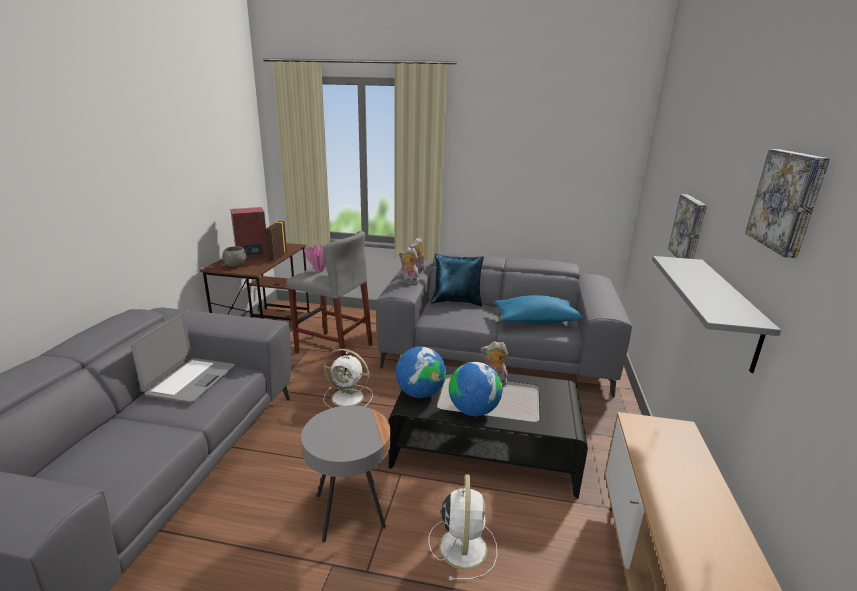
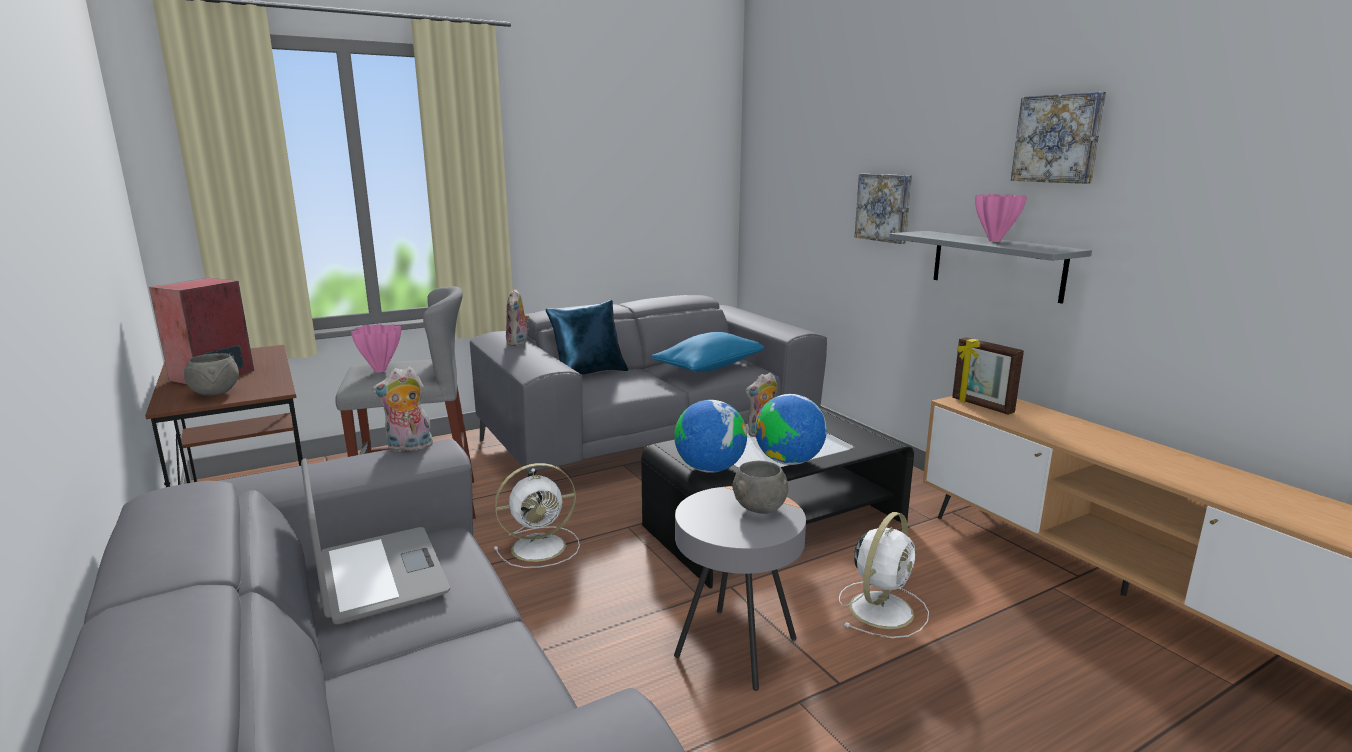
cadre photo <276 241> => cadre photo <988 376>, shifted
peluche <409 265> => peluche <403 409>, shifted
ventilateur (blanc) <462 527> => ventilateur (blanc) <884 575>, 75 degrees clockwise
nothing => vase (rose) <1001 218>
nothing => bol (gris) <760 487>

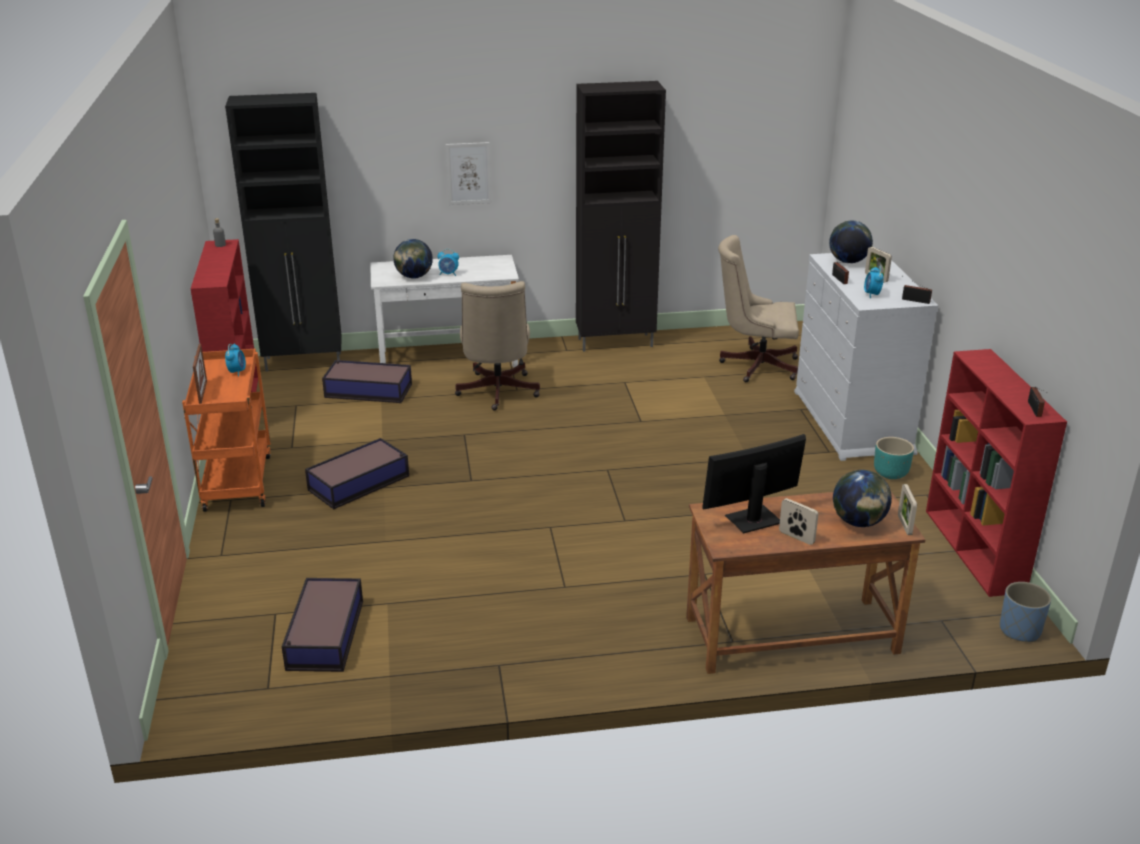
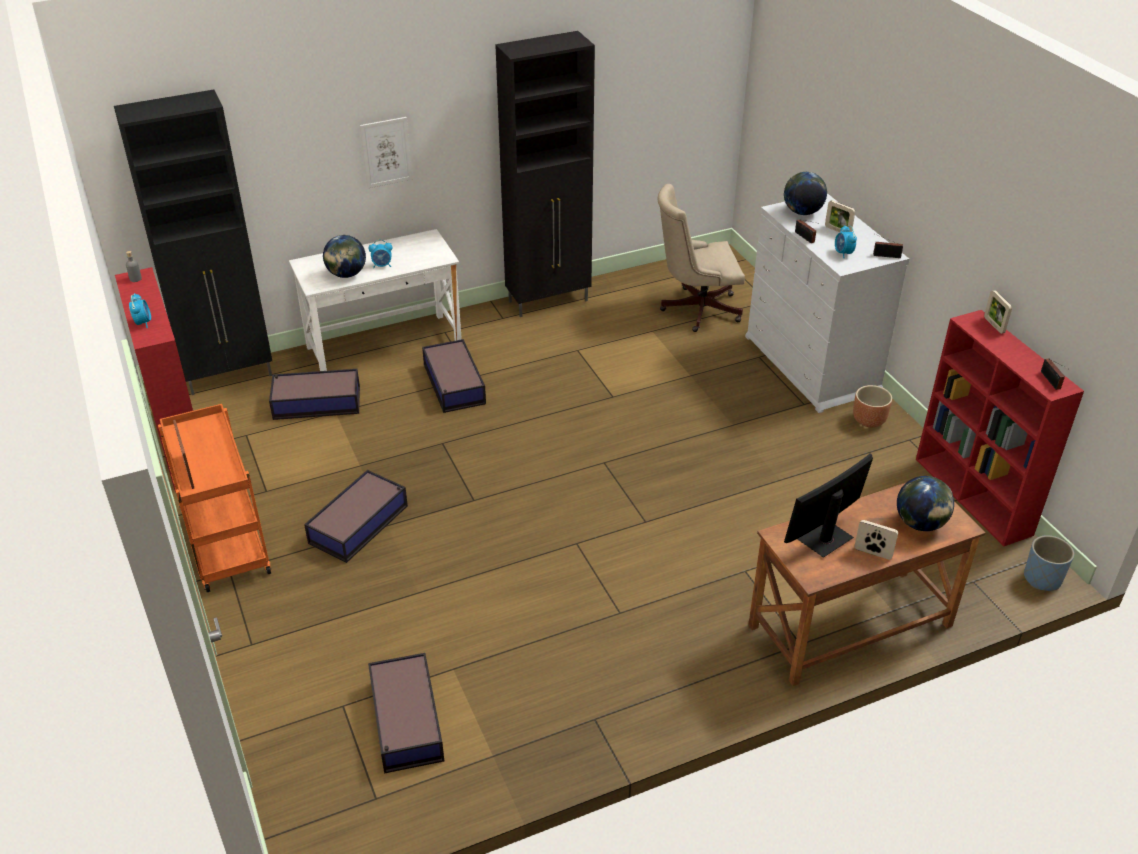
chaise de bureau (beige) <497 346> => boîte de rangement <454 376>
réveil <235 360> => réveil <140 310>, shifted
cache-pot (turquoise) <894 458> => cache-pot (marron) <872 406>
cadre photo <907 509> => cadre photo <998 312>, shifted

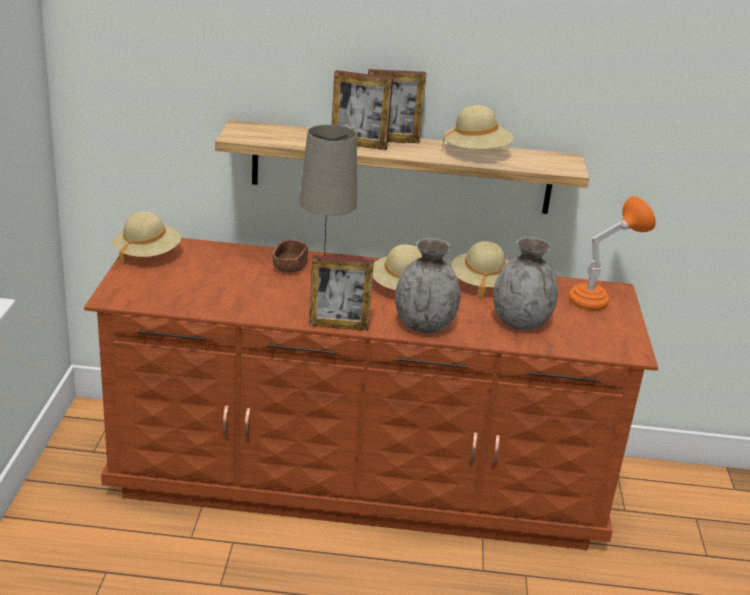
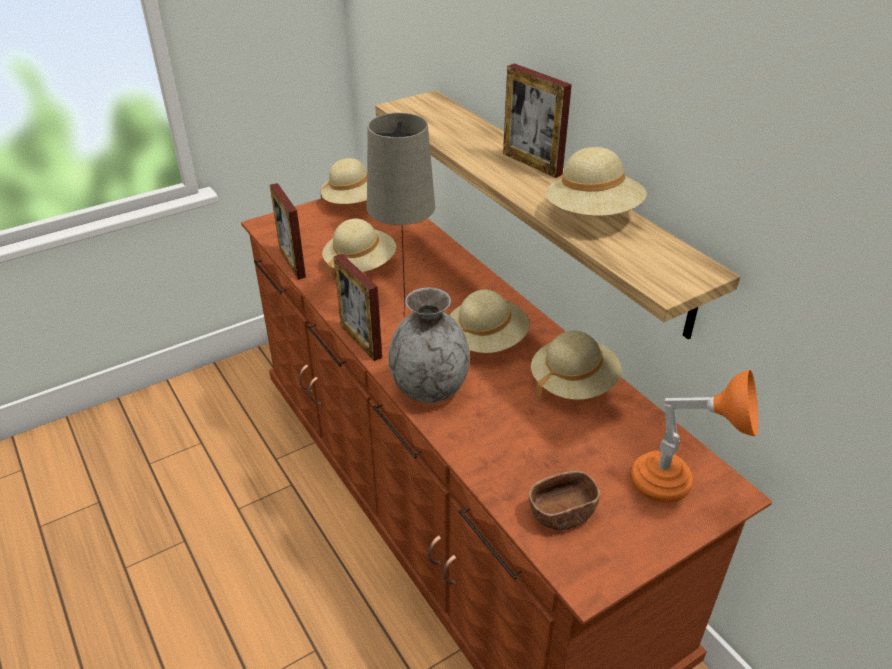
cadre photo <362 110> => cadre photo <288 231>, shifted
vase (gris) <525 283> => nothing
bol (marron) <290 256> => bol (marron) <564 500>, shifted
nothing => chapeau (beige) <359 249>

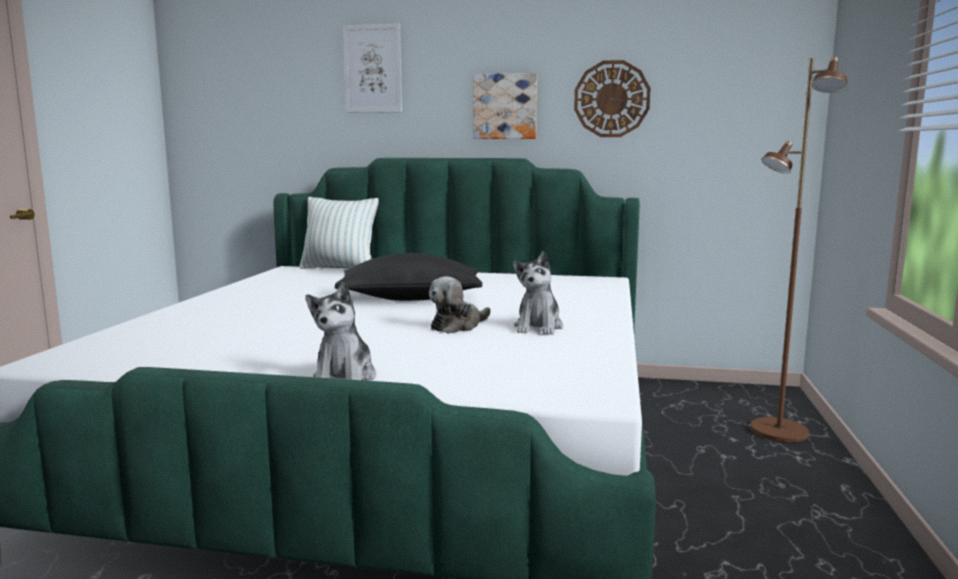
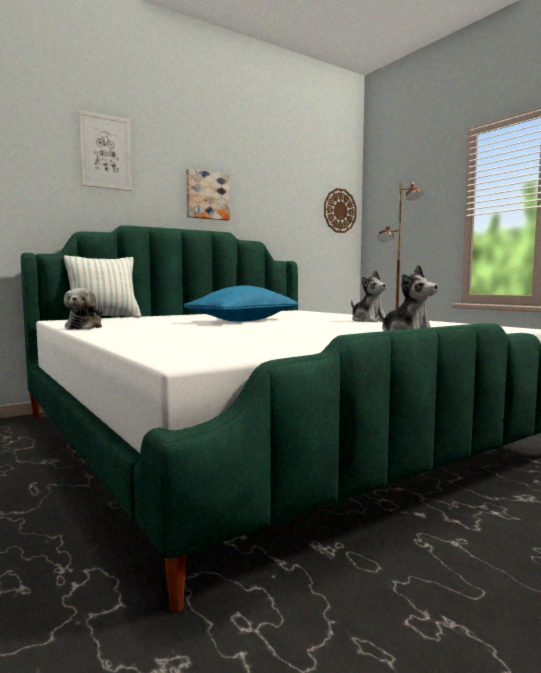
horloge murale <612 98> => horloge murale <340 210>, shifted
coussin (noir) <409 277> => coussin (bleu) <240 303>
peluche <460 305> => peluche <83 308>, shifted

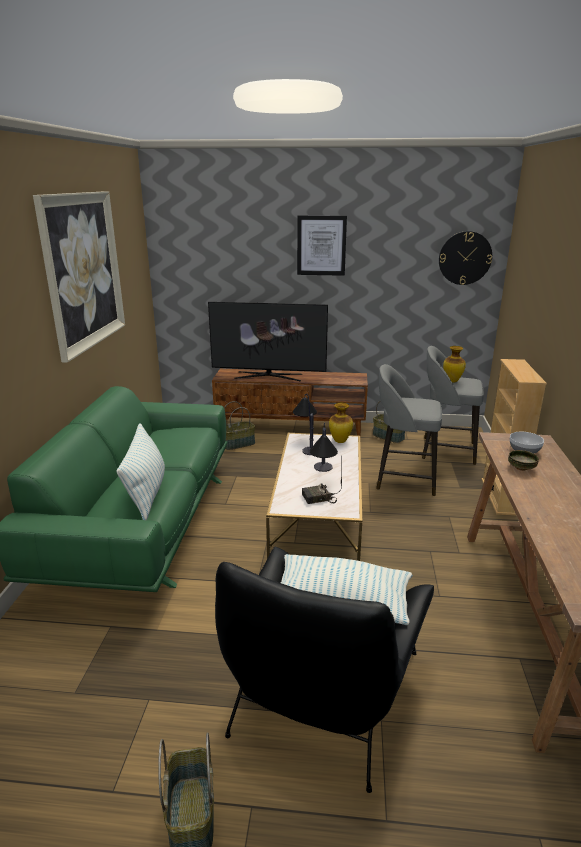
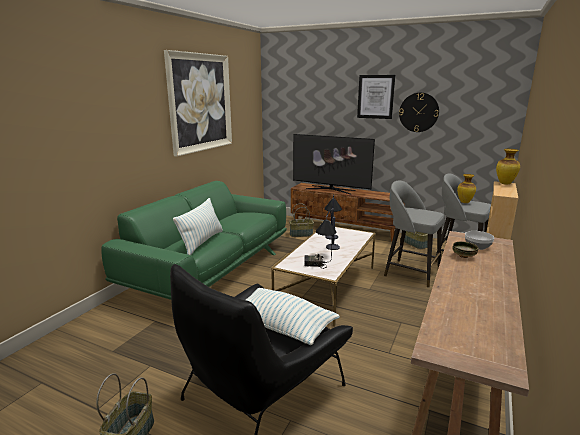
horloge murale <465 258> => horloge murale <419 112>, shifted
vase <341 423> => vase <508 167>, shifted

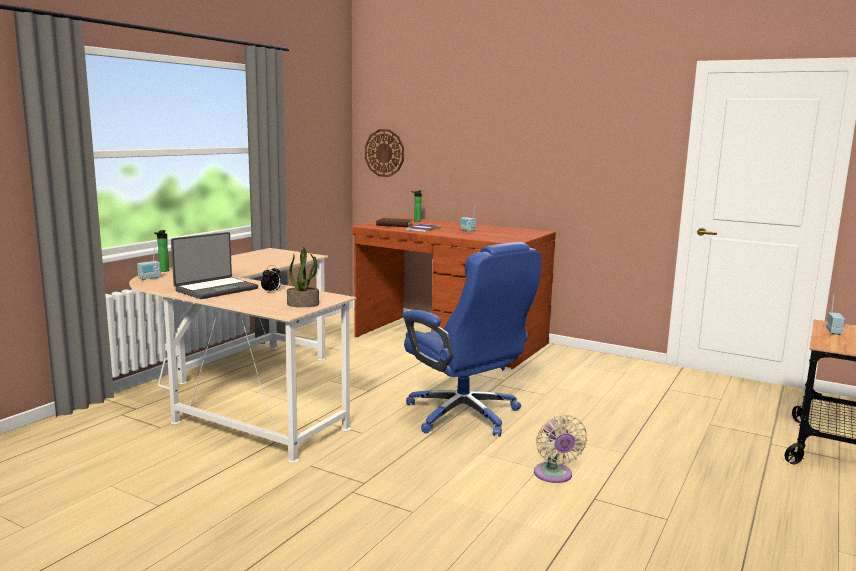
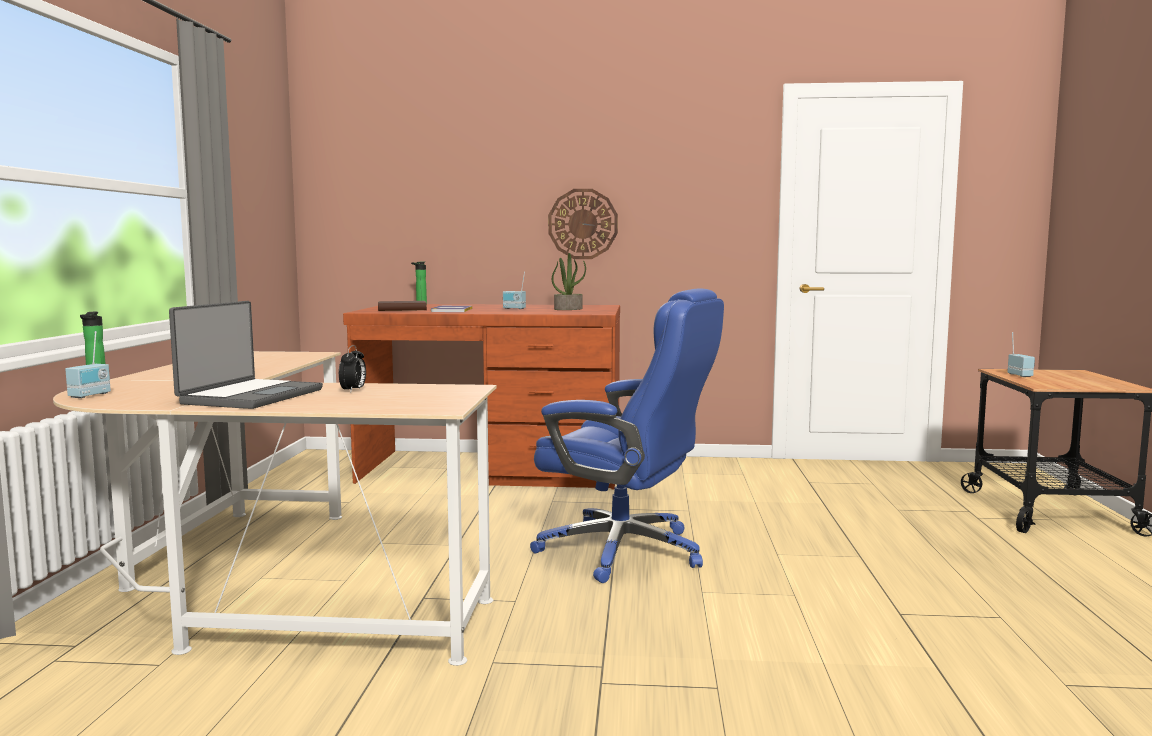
horloge murale <384 153> => horloge murale <583 224>, shifted
plante en pot <303 277> => plante en pot <569 281>, shifted
ventilateur (beige) <560 448> => nothing

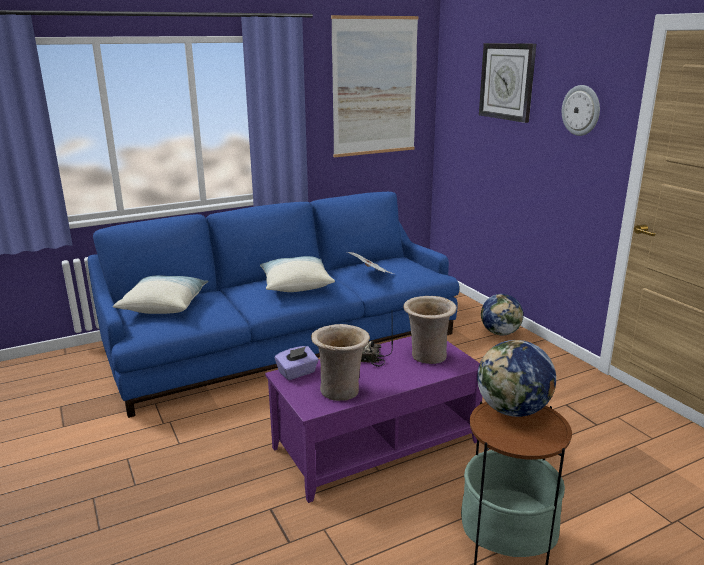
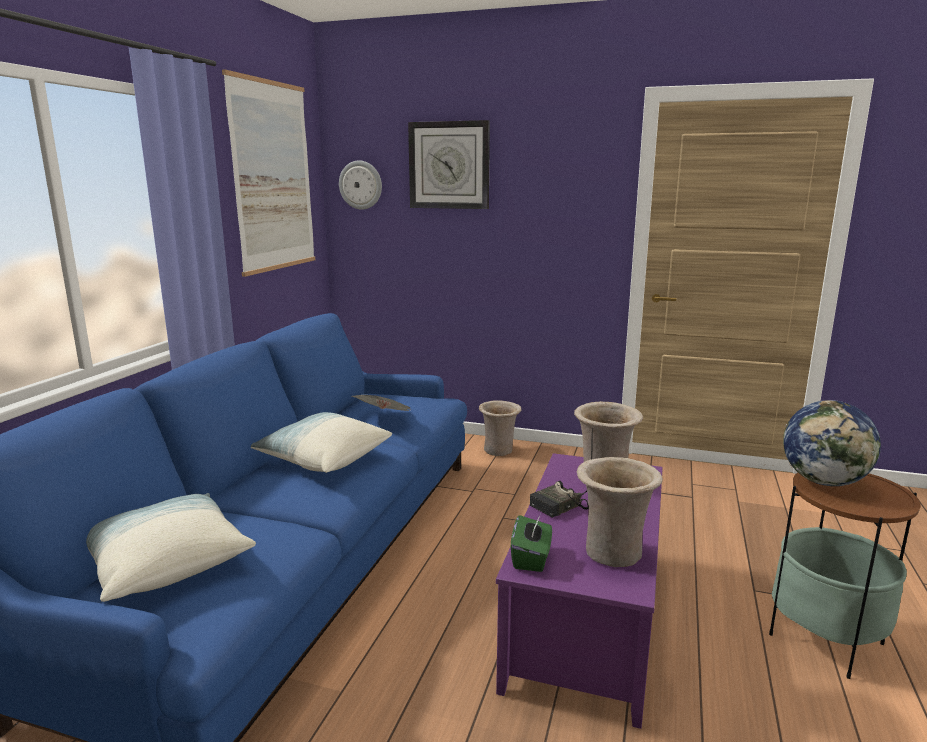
horloge murale <581 110> => horloge murale <360 185>, shifted
globe <502 314> => vase (beige) <500 428>
boîte à mouchoirs (violet) <296 363> => boîte à mouchoirs (vert) <531 543>

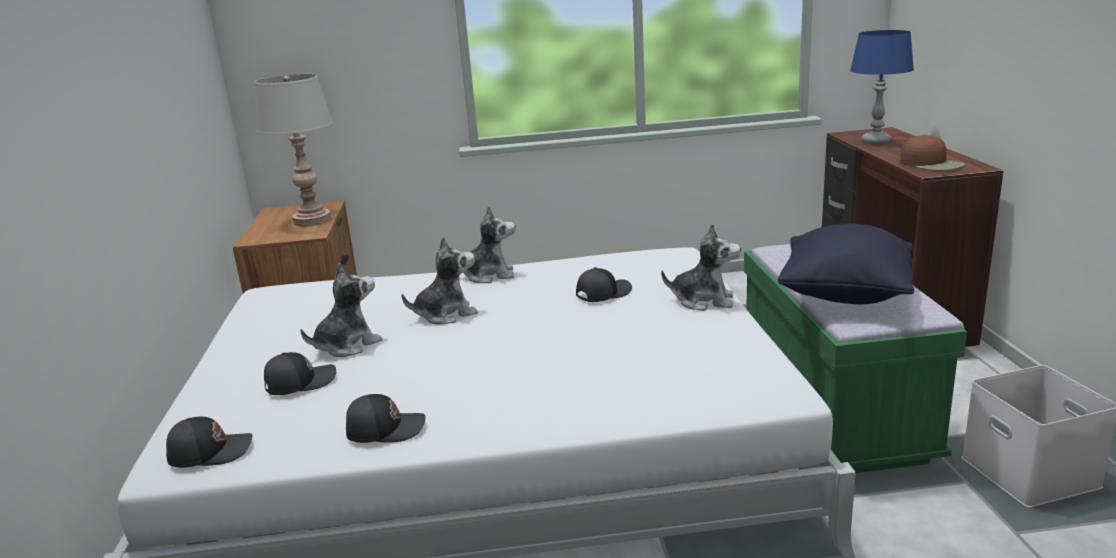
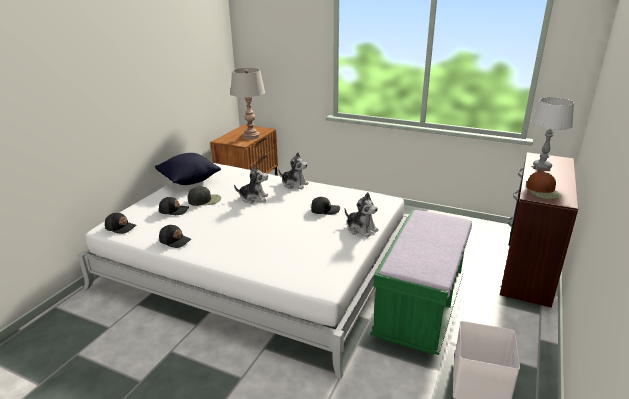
lampe de table (bleu) <882 87> => lampe de table (gris) <552 133>
coussin (noir) <846 264> => coussin (noir) <188 169>, shifted
peluche <341 310> => casquette (noir) <204 196>

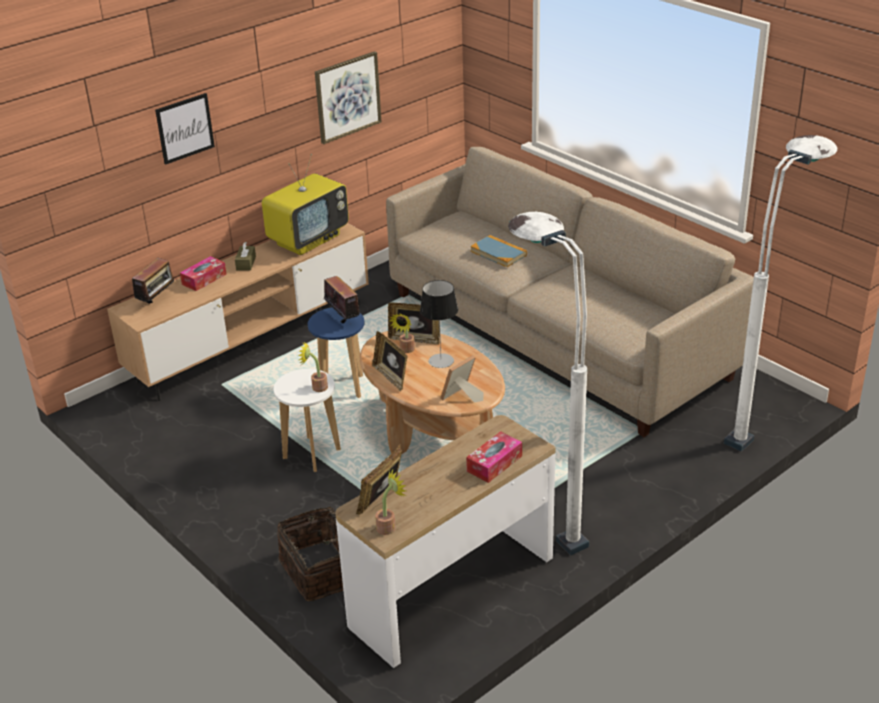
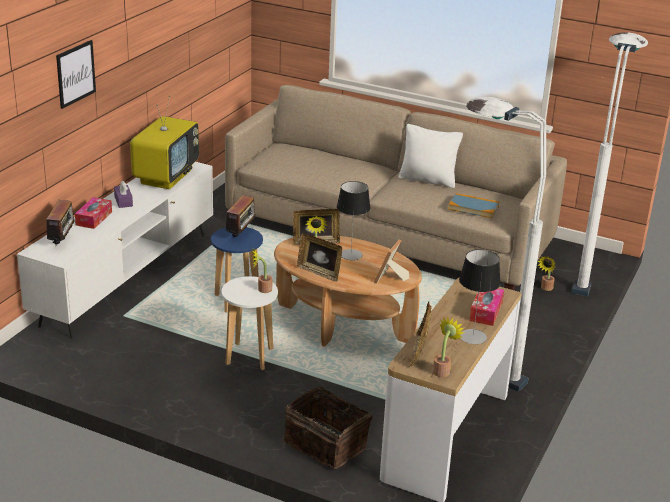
tableau <348 97> => nothing
meuble télé (marron) <238 312> => meuble télé (blanc) <115 250>
livre <498 251> => livre <473 205>, shifted
boîte à mouchoirs (marron) <245 256> => boîte à mouchoirs (violet) <123 194>
radio <341 299> => radio <241 216>, 75 degrees clockwise
nothing => coussin (blanc) <430 156>
nothing => lampe de table <480 296>
nothing => plante en pot <546 273>

